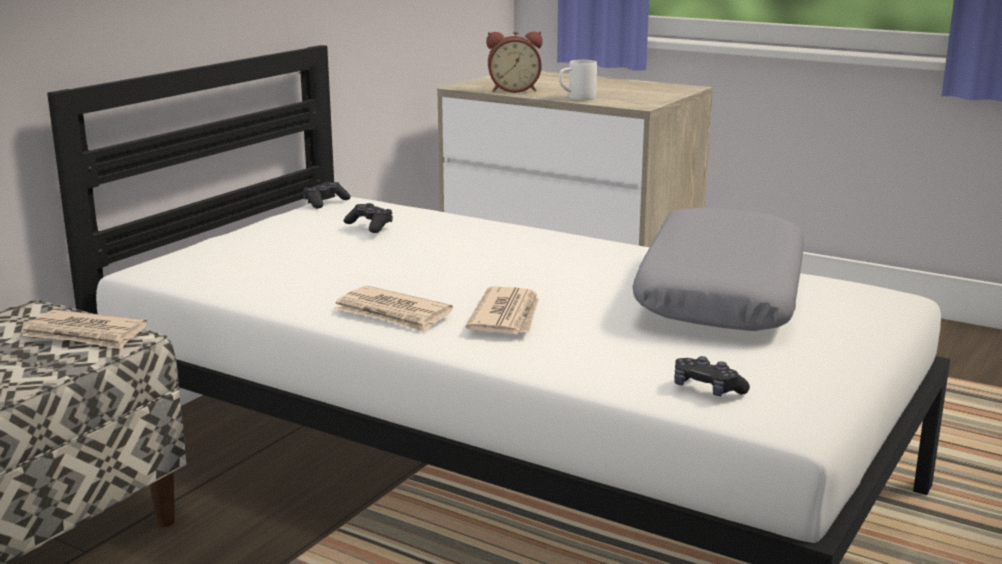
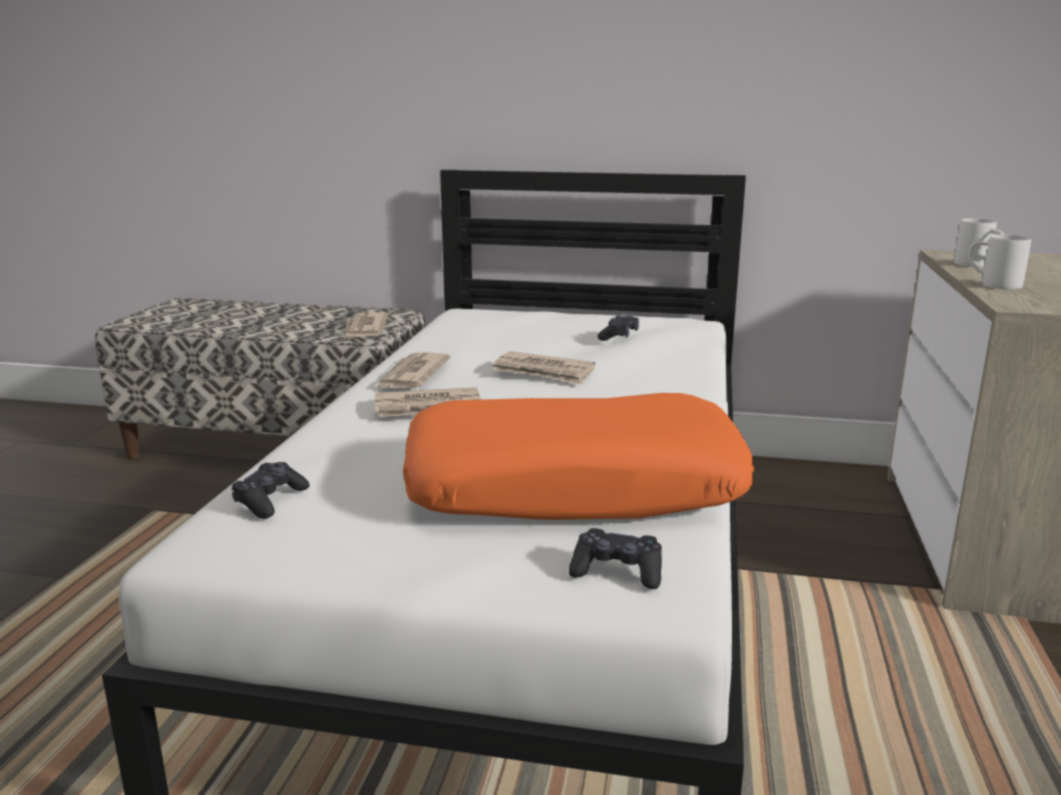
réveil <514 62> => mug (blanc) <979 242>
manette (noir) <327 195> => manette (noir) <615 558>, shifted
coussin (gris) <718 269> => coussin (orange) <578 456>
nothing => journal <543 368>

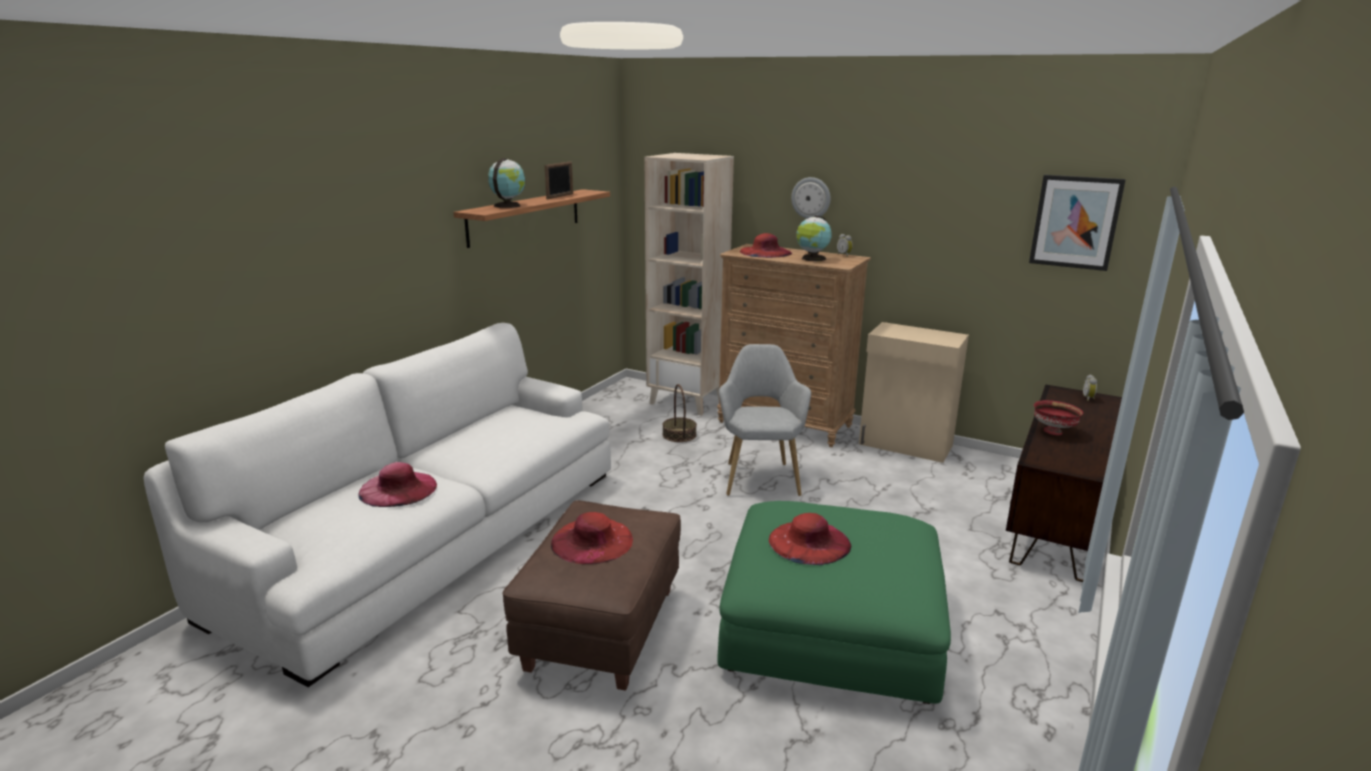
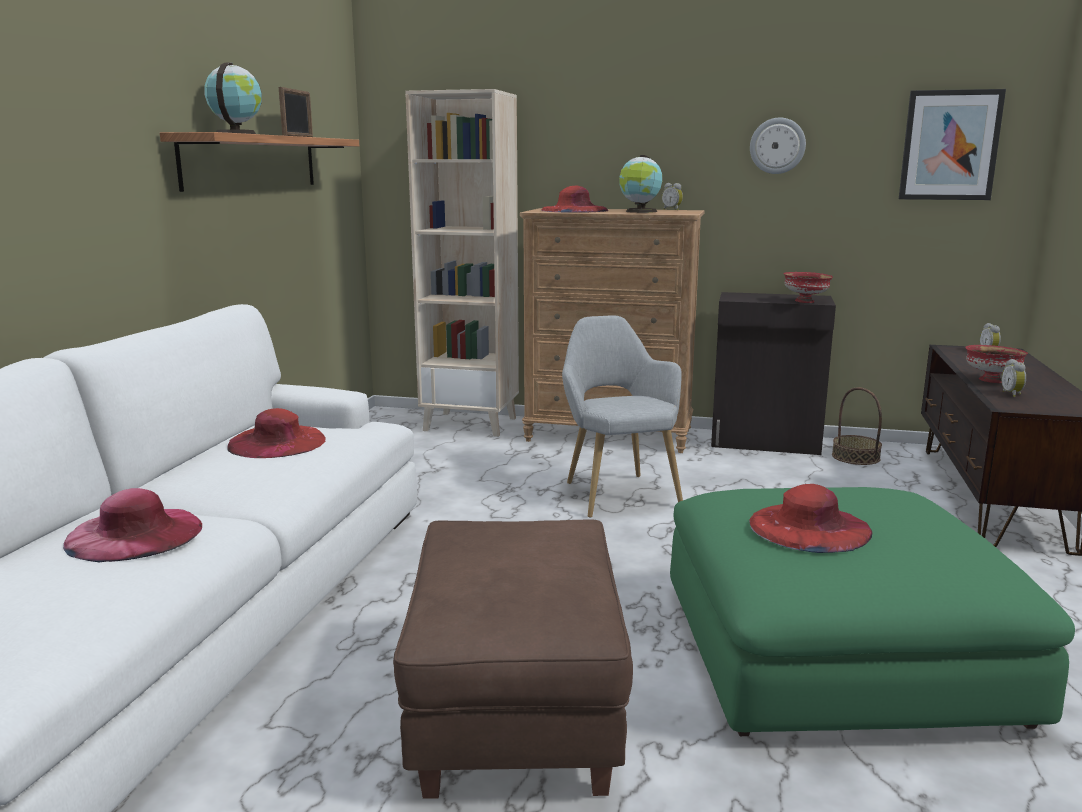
horloge murale <811 198> => horloge murale <778 146>, shifted
meuble de rangement (beige) <914 392> => meuble de rangement (noir) <773 373>
panier <679 413> => panier <857 426>, shifted
chapeau (rouge) <592 538> => chapeau (rouge) <276 433>, shifted
nothing => bol (rouge) <808 287>
nothing => réveil <1013 378>

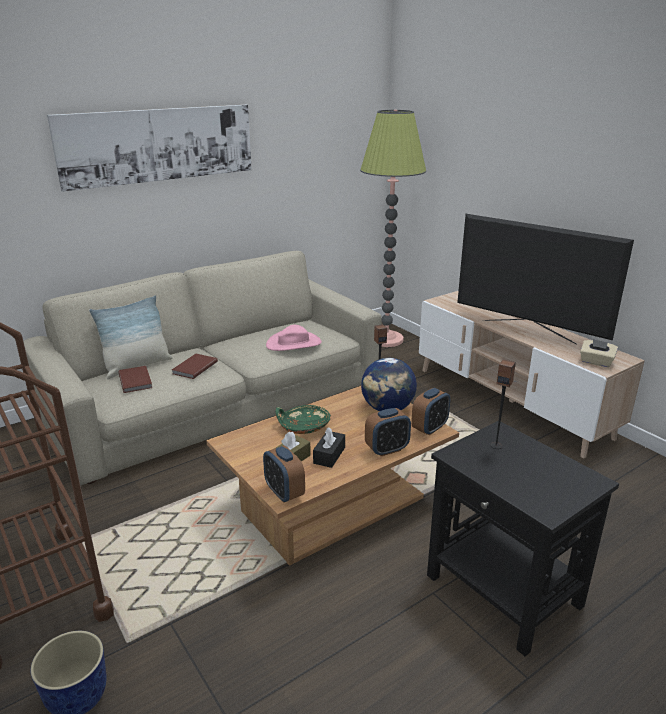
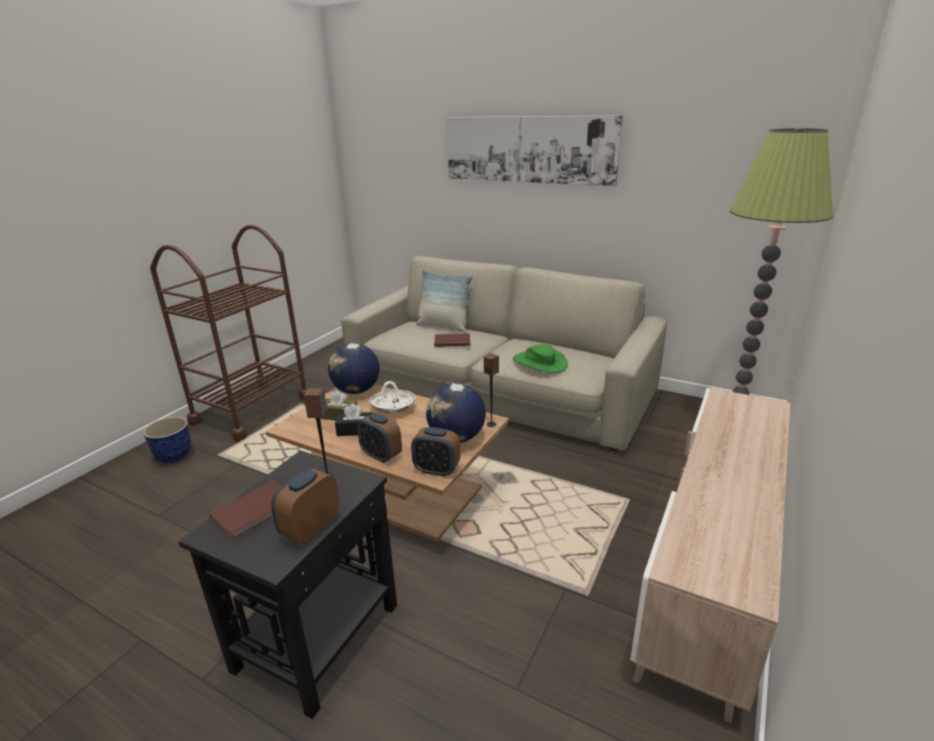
téléviseur <545 279> => nothing
chapeau (rose) <294 338> => chapeau (vert) <540 358>
boîte à mouchoirs (beige) <599 353> => nothing
livre (marron) <135 379> => livre (marron) <246 510>, shifted
bol (vert) <303 419> => bol (blanc) <392 397>
réveil <284 474> => réveil <305 506>, shifted
nothing => globe <354 368>

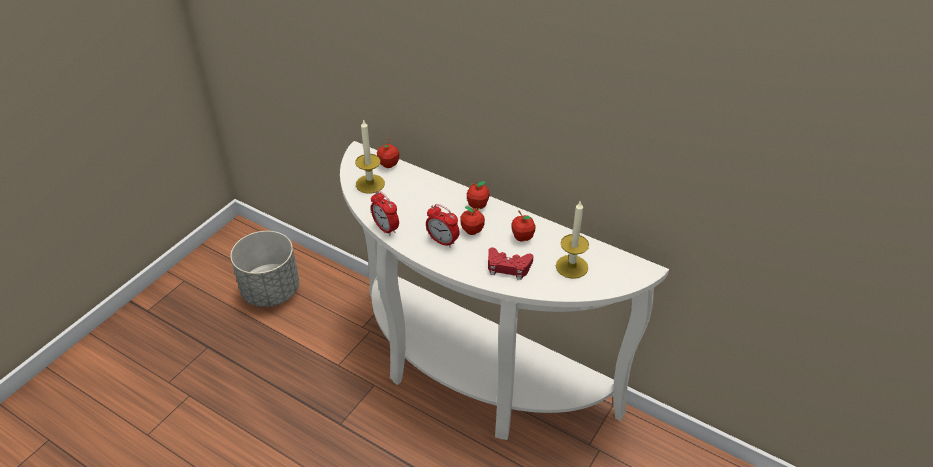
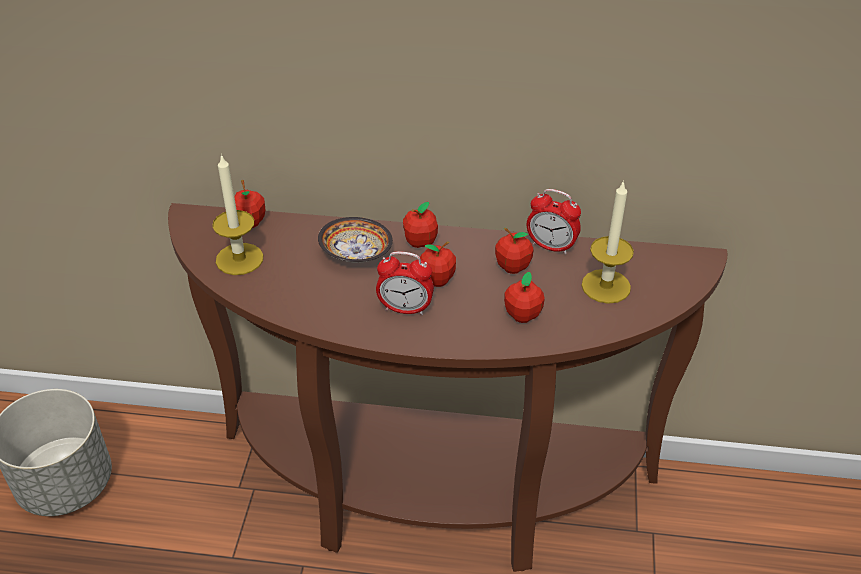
table console (blanc) <504 290> => table console (marron) <447 387>
réveil <385 213> => réveil <554 221>, shifted
manette (rouge) <510 263> => pomme <524 297>
nothing => bol <355 240>

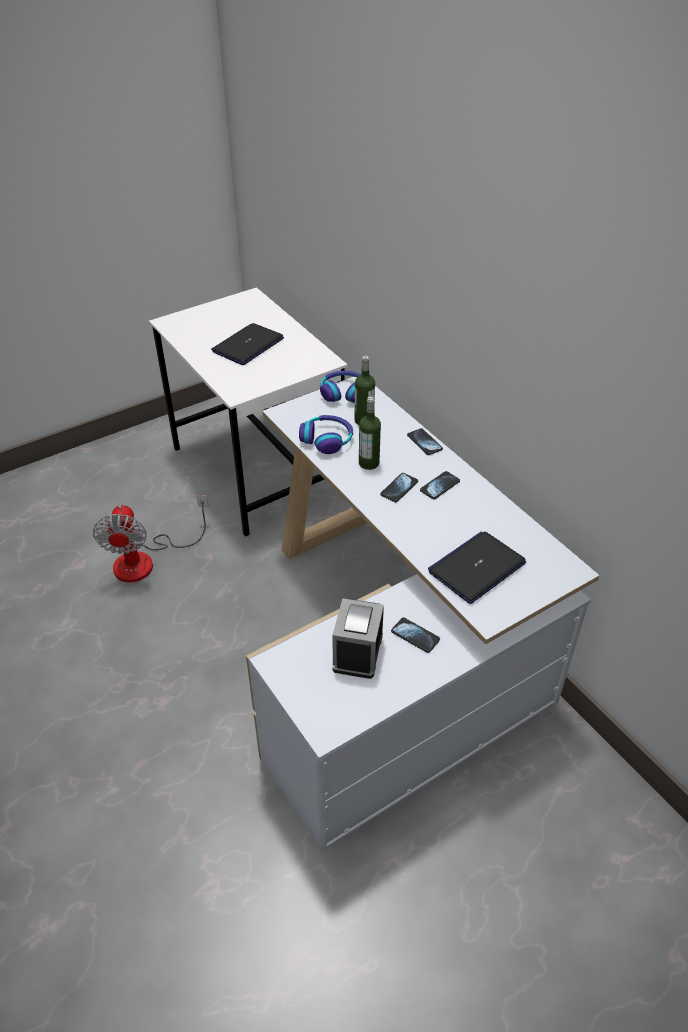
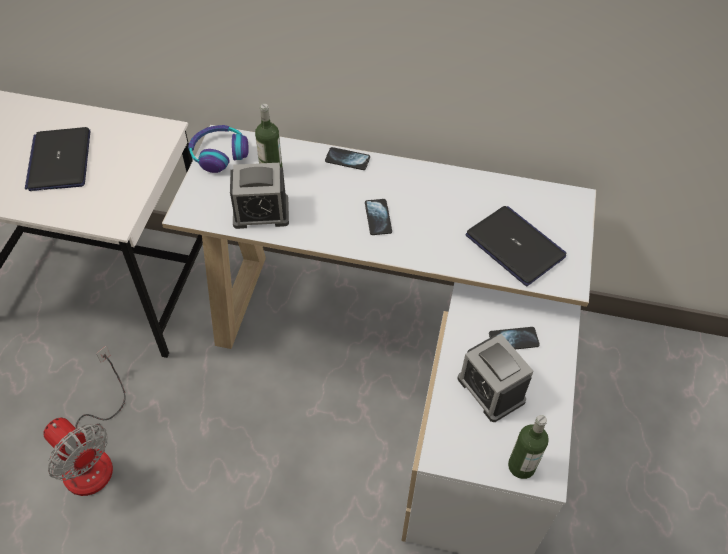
bouteille <370 433> => bouteille <528 447>, shifted
casque audio <326 434> => réveil <259 196>
téléphone <440 485> => nothing
ordinateur portable <477 567> => ordinateur portable <516 246>, 135 degrees clockwise

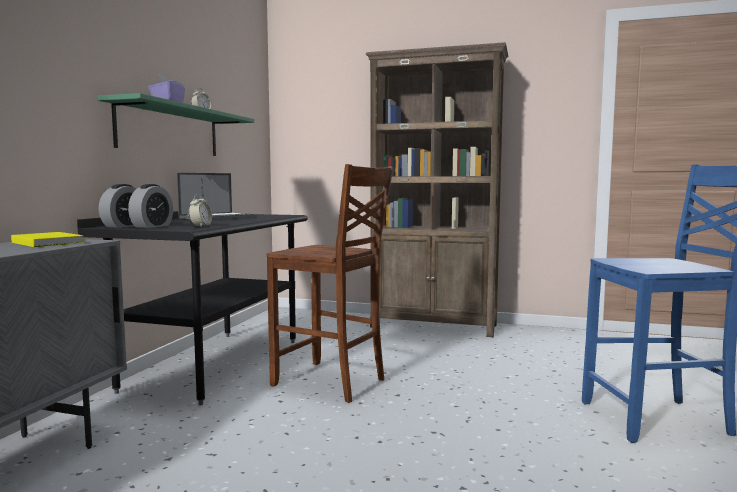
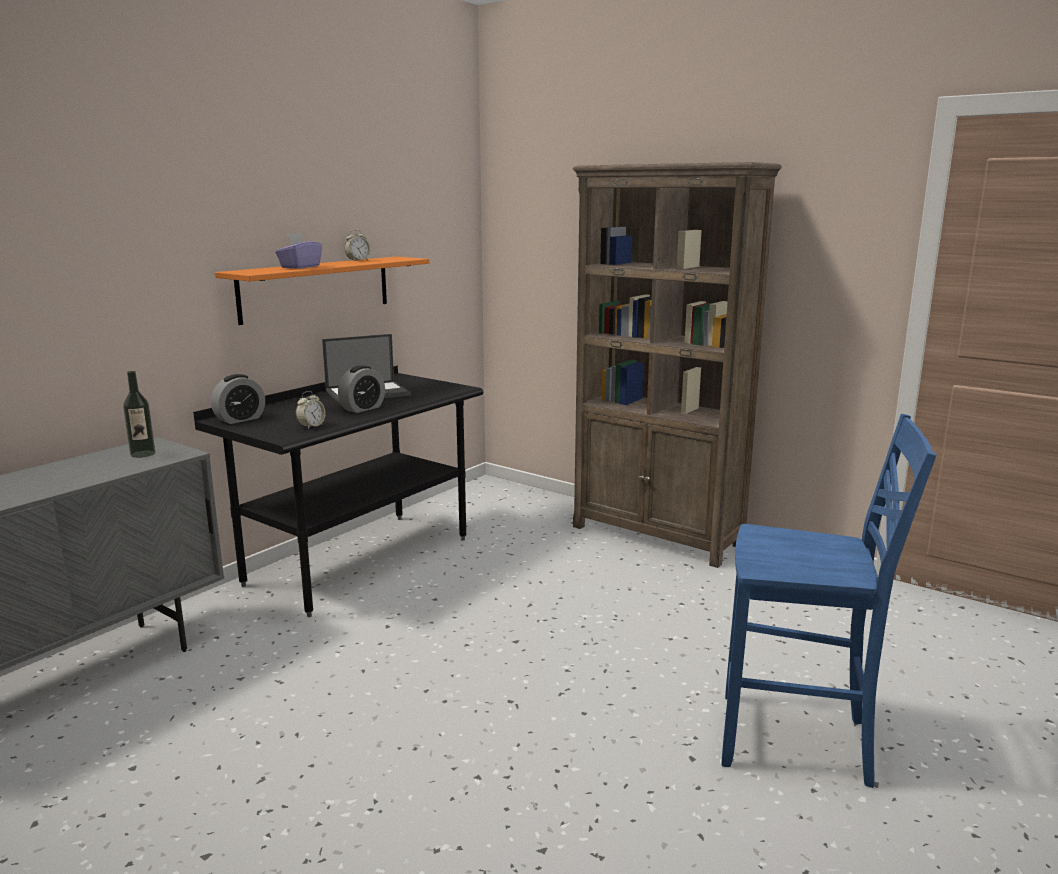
étagère (vert) <175 124> => étagère (orange) <322 291>
chaise (marron) <329 283> => nothing
réveil <150 206> => réveil <361 389>, shifted
livre (jaune) <47 239> => bouteille <139 414>

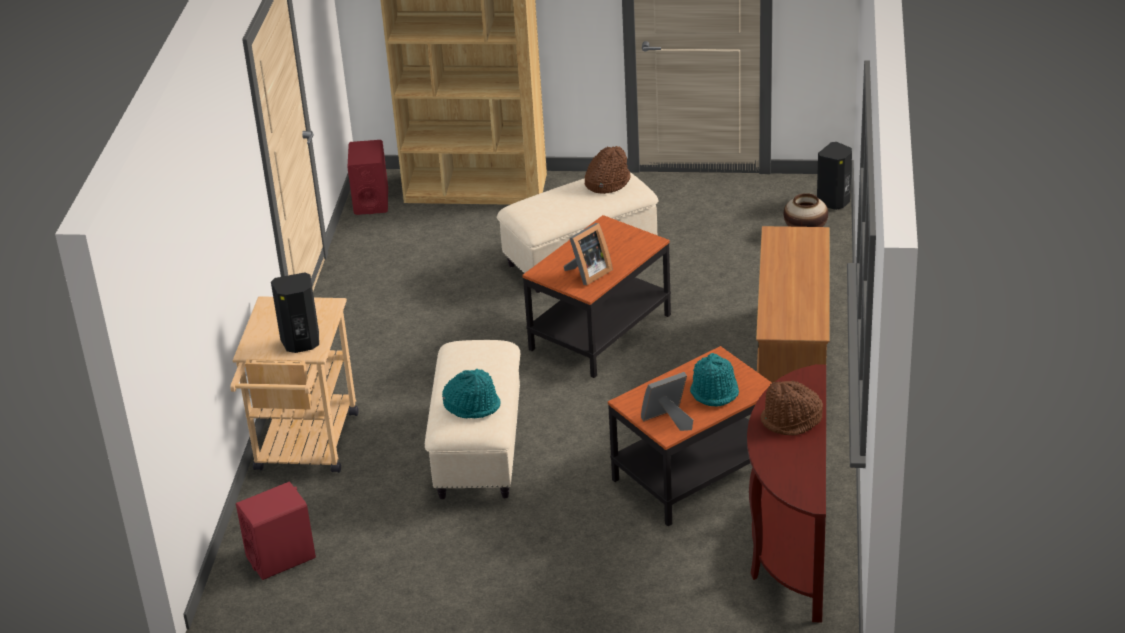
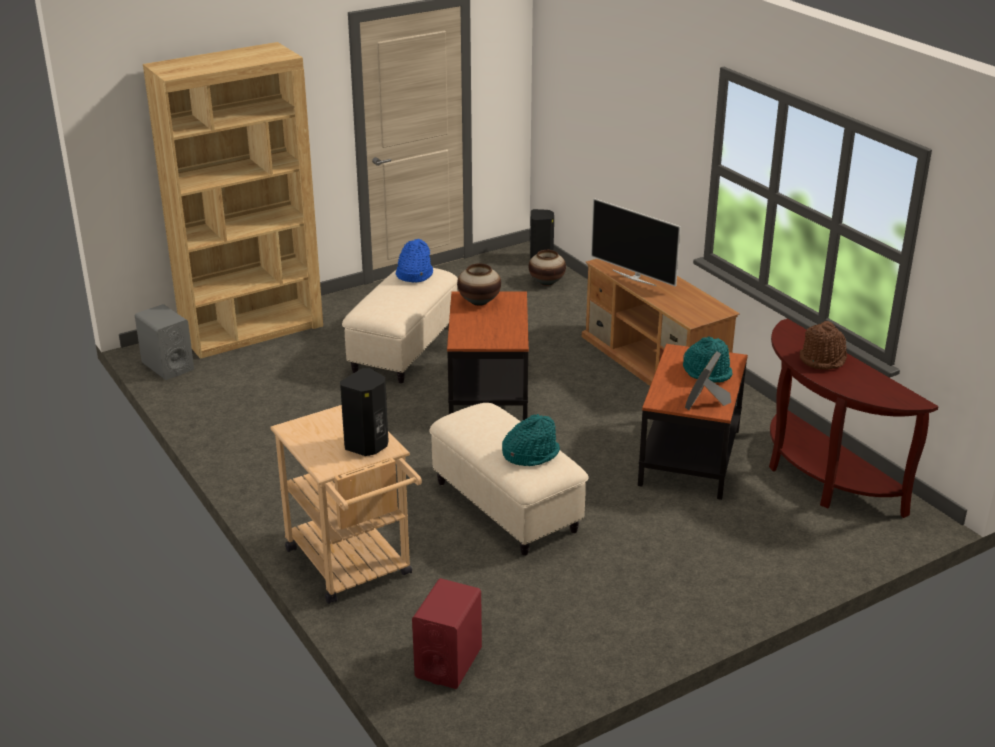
enceinte (rouge) <367 177> => enceinte (gris) <164 342>
chapeau (marron) <608 170> => chapeau (bleu) <414 261>
cadre photo <588 254> => nothing
nothing => téléviseur <636 242>
nothing => vase <479 284>

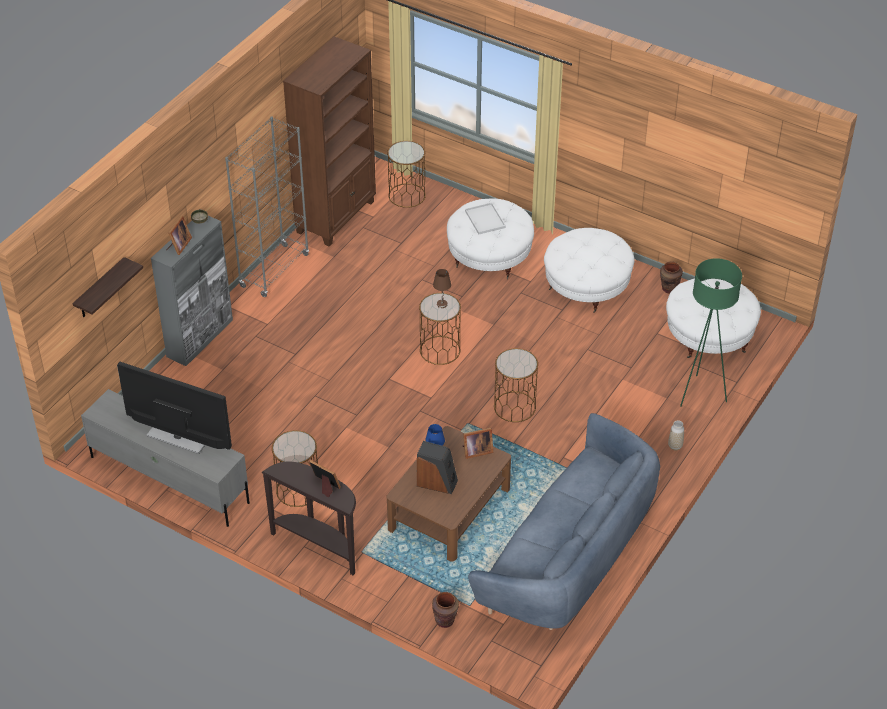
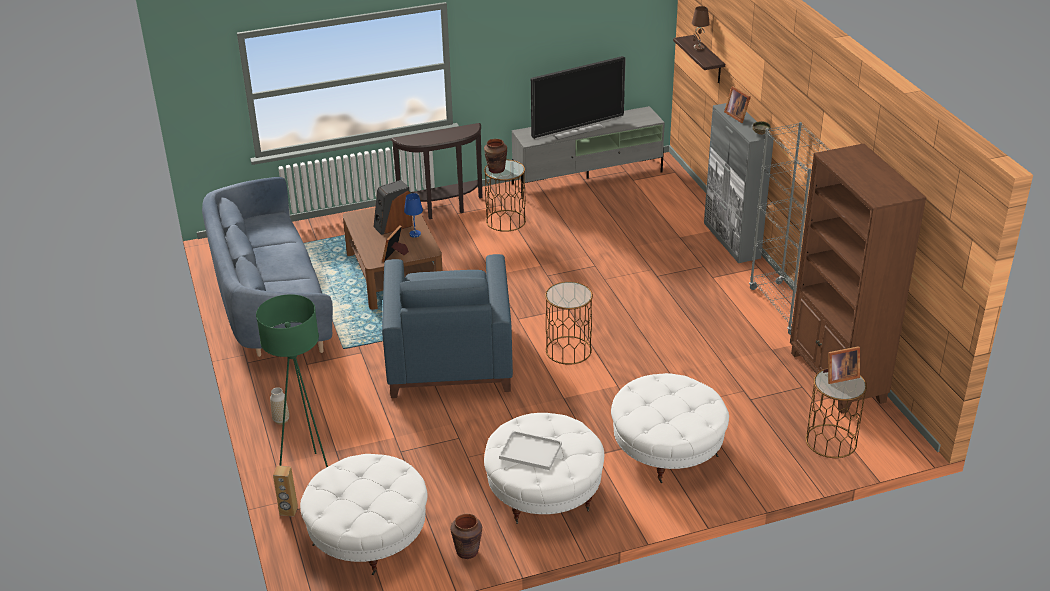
plateau (blanc) <485 218> => plateau (blanc) <530 450>, shifted
lampe de table (marron) <442 288> => lampe de table (marron) <701 28>, shifted
table d'appoint (marron) <516 385> => fauteuil (bleu) <447 326>
cadre photo <325 479> => cadre photo <841 365>, shifted
vase (marron) <445 610> => vase (marron) <495 156>, shifted
nothing => enceinte (marron) <285 491>

